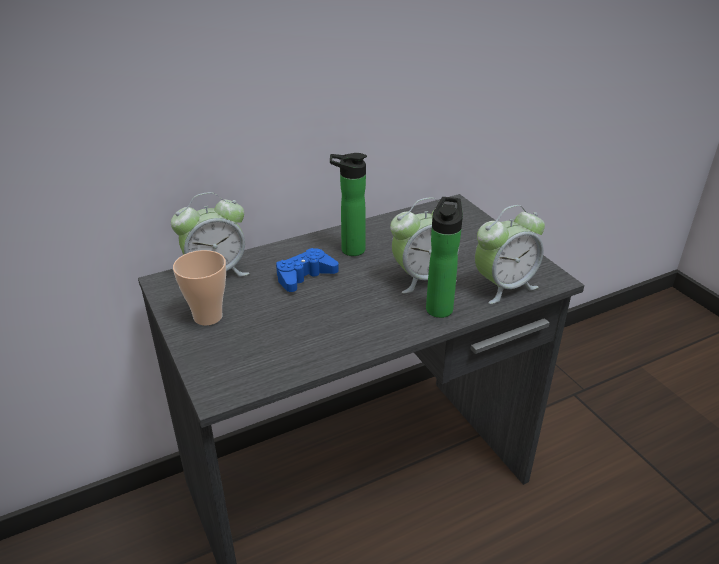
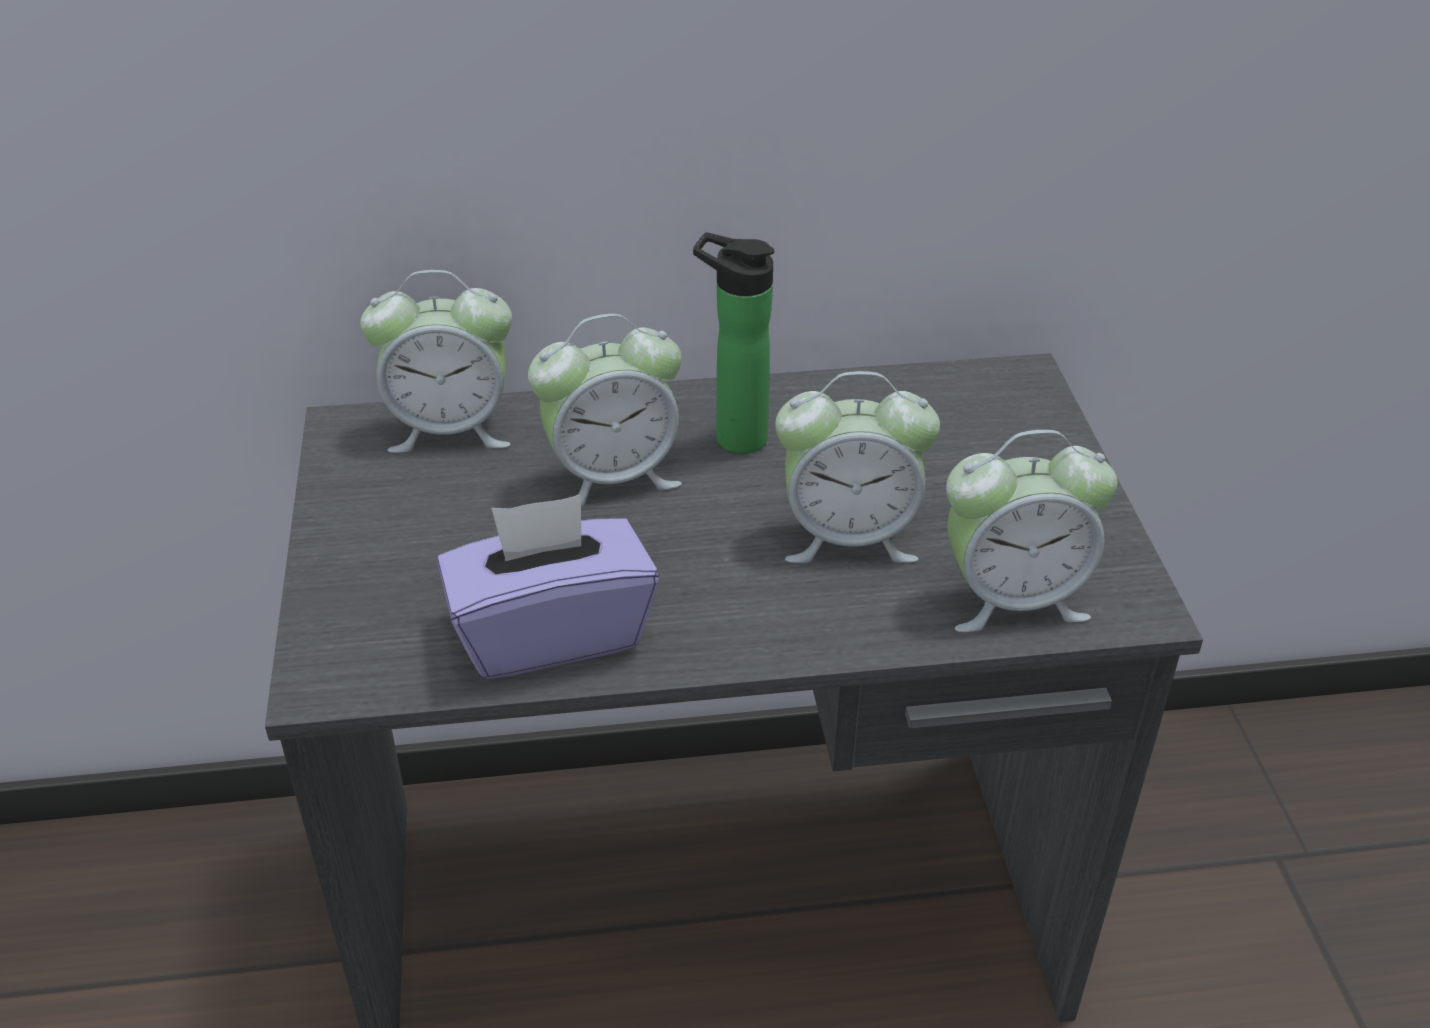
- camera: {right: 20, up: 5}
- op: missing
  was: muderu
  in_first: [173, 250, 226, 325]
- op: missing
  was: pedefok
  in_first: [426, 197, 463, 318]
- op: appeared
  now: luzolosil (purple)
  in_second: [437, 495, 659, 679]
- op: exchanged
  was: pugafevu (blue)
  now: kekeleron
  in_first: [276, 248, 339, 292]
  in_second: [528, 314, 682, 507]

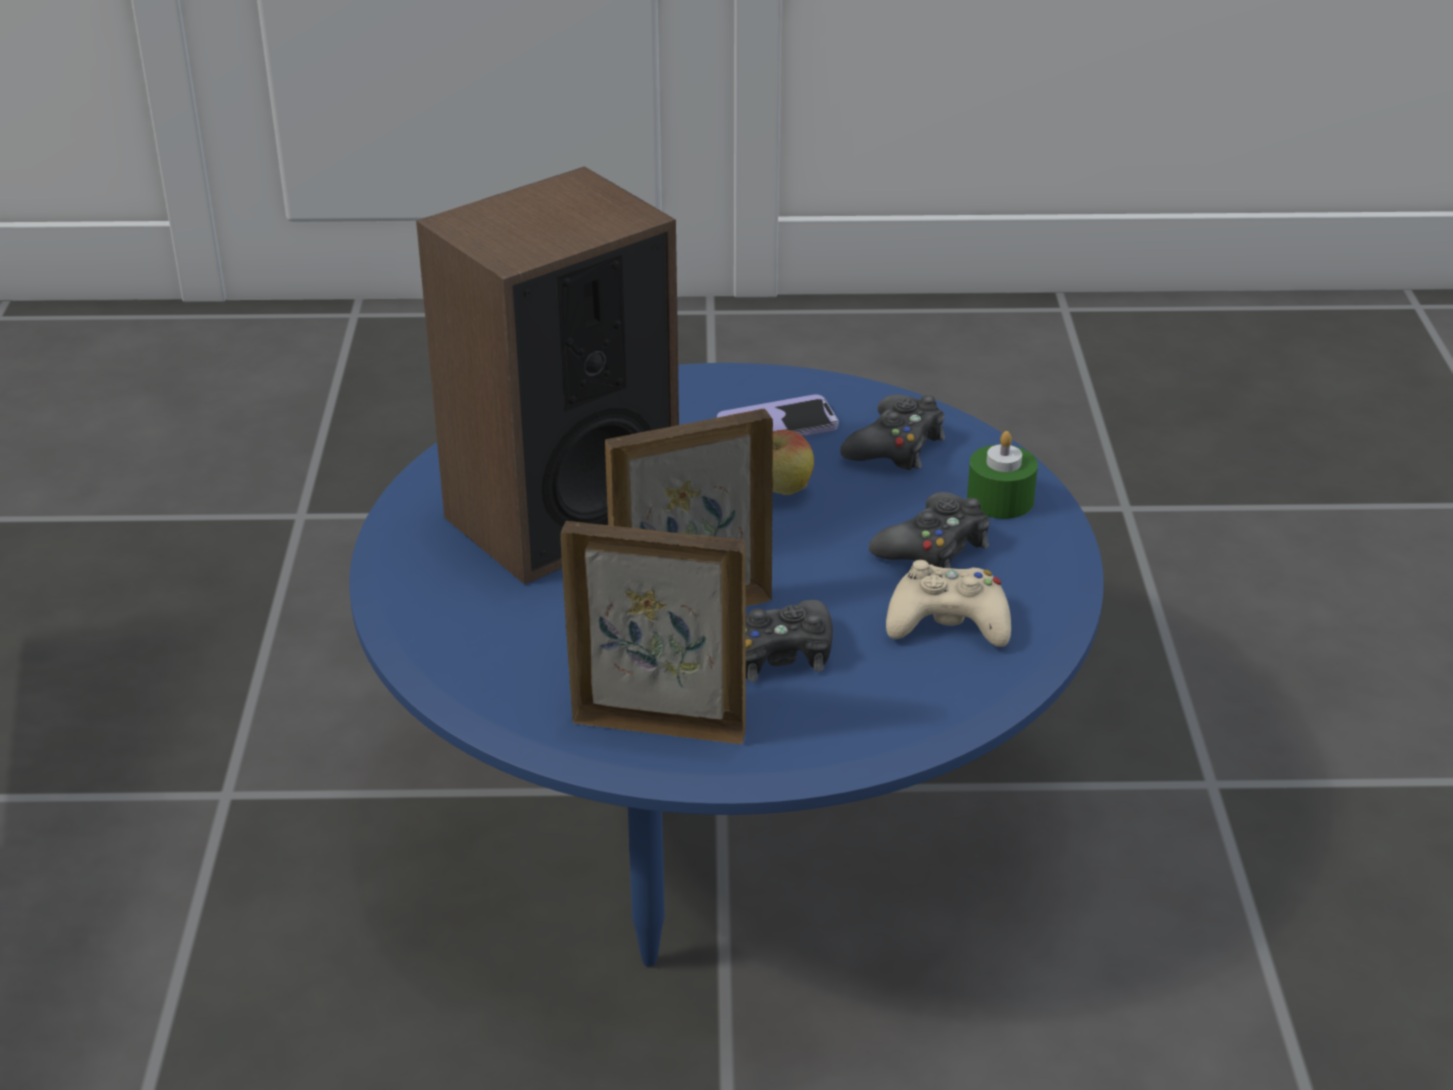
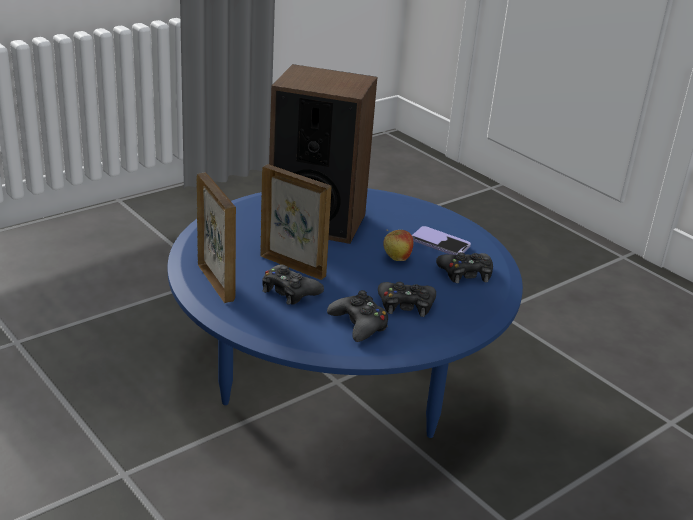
- camera: {right: 50, up: -5}
- op: missing
  was: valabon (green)
  in_first: [967, 431, 1038, 519]
- op: colour
  was: pugafevu (beige)
  now: pugafevu (black)
  in_first: [886, 560, 1011, 647]
  in_second: [327, 290, 388, 342]

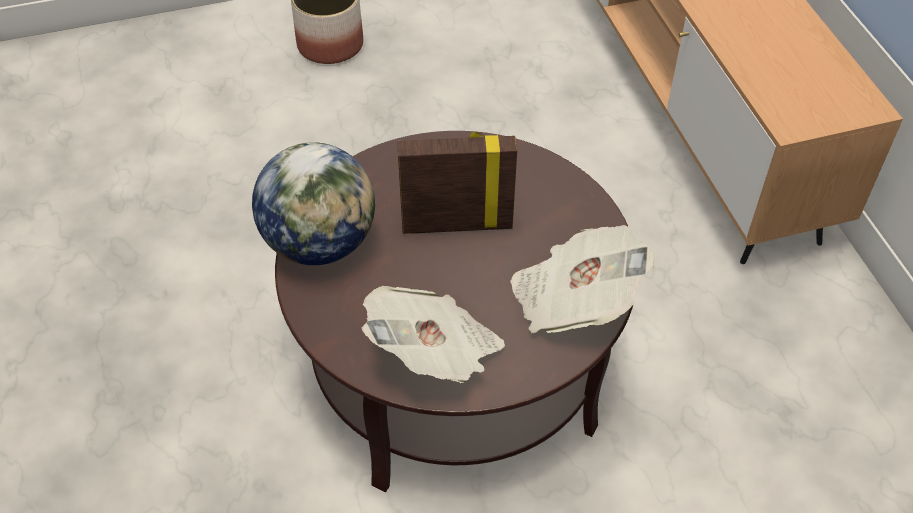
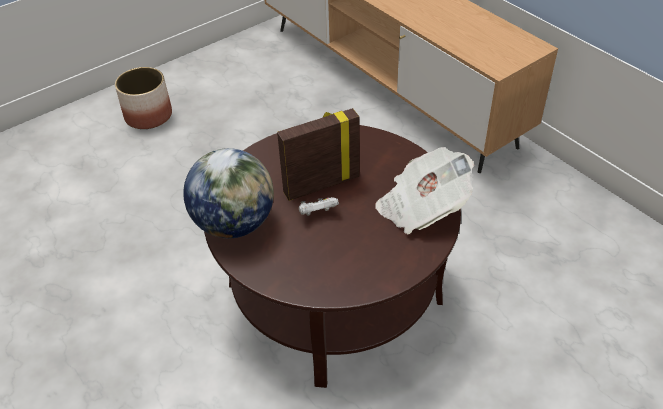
- camera: {right: -20, up: -5}
- op: missing
  was: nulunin
  in_first: [362, 286, 505, 383]
- op: appeared
  now: pugafevu (white)
  in_second: [299, 197, 339, 216]

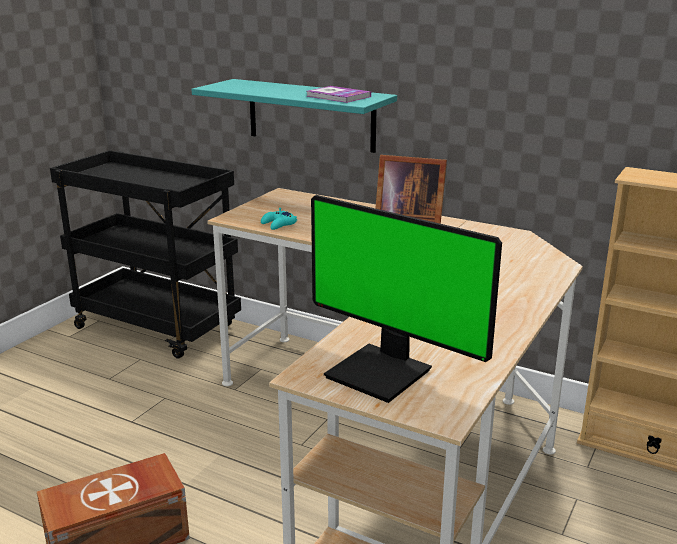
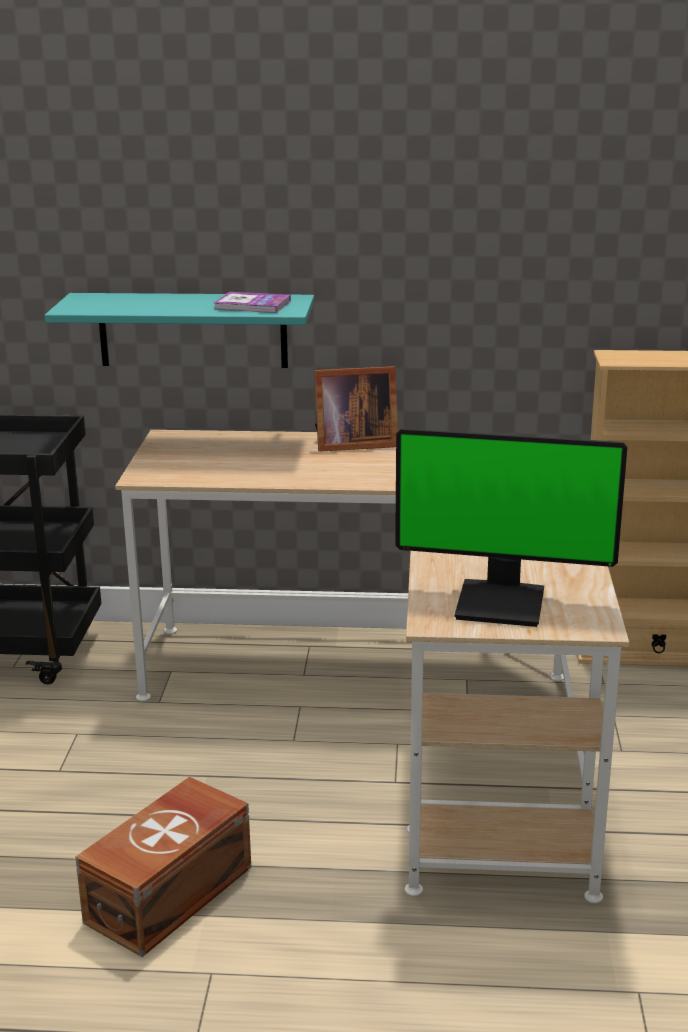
- camera: {right: -25, up: 0}
- op: missing
  was: pugafevu (turquoise)
  in_first: [261, 208, 297, 230]

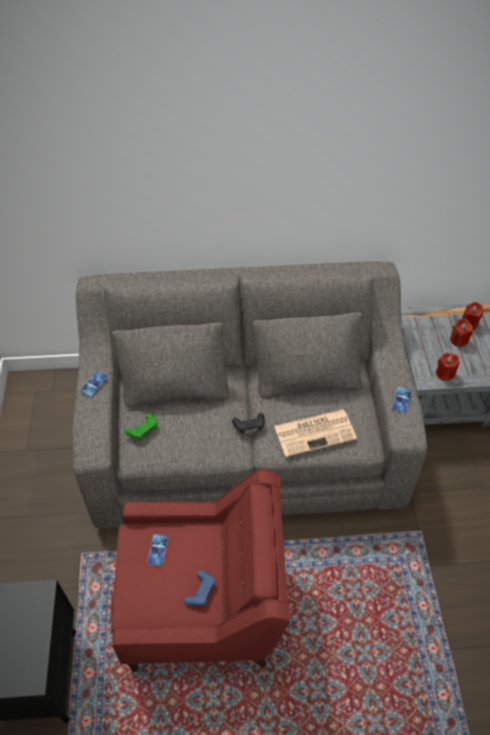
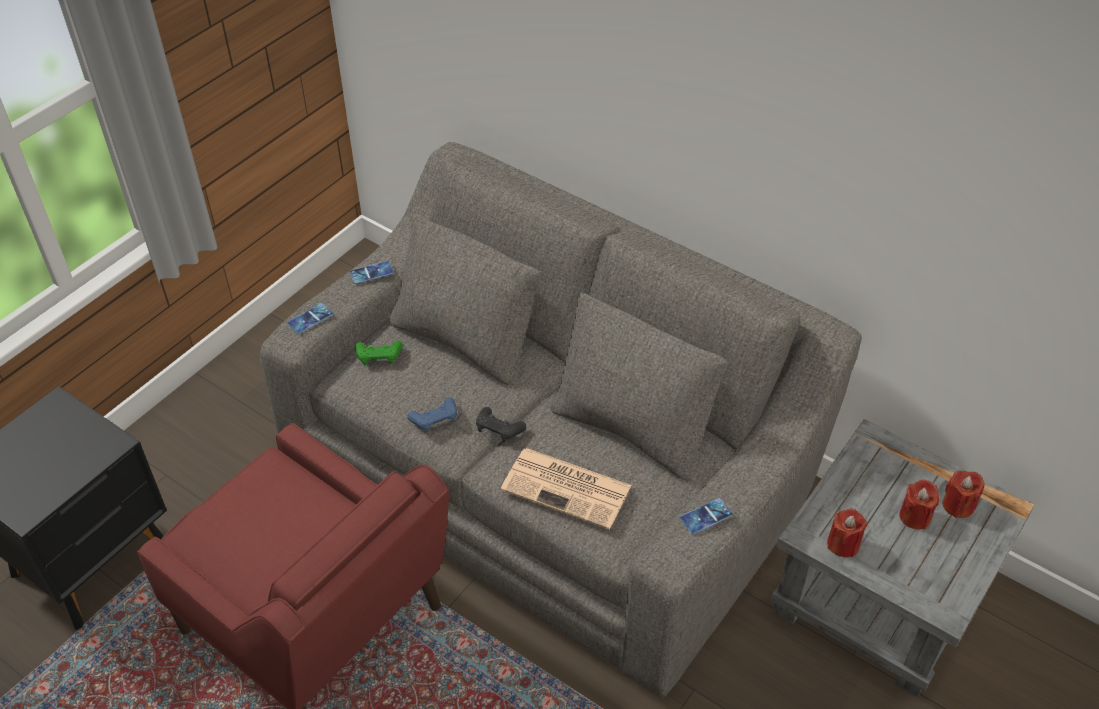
- camera: {right: 40, up: -5}
- op: relocated
  was: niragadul
  in_first: [147, 534, 168, 566]
  in_second: [287, 303, 333, 334]
- op: relocated
  was: pugafevu (blue)
  in_first: [184, 570, 216, 606]
  in_second: [407, 397, 457, 432]

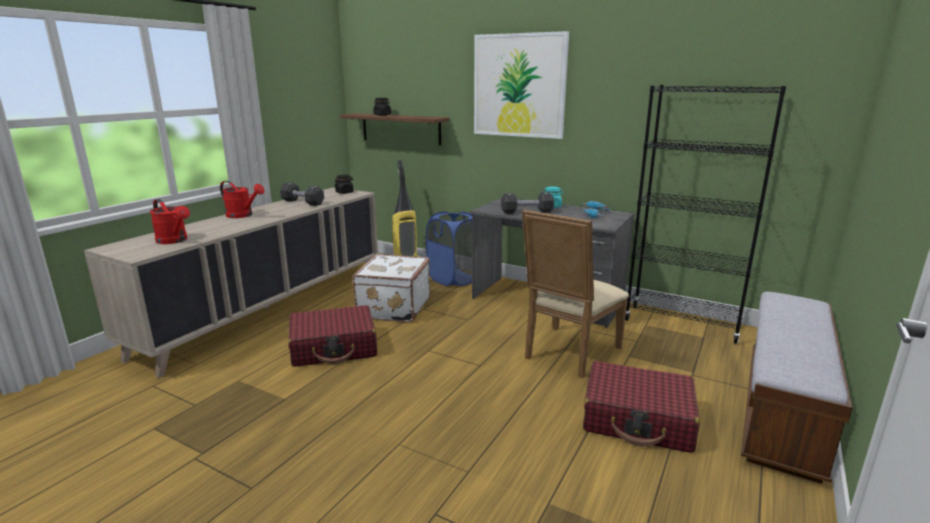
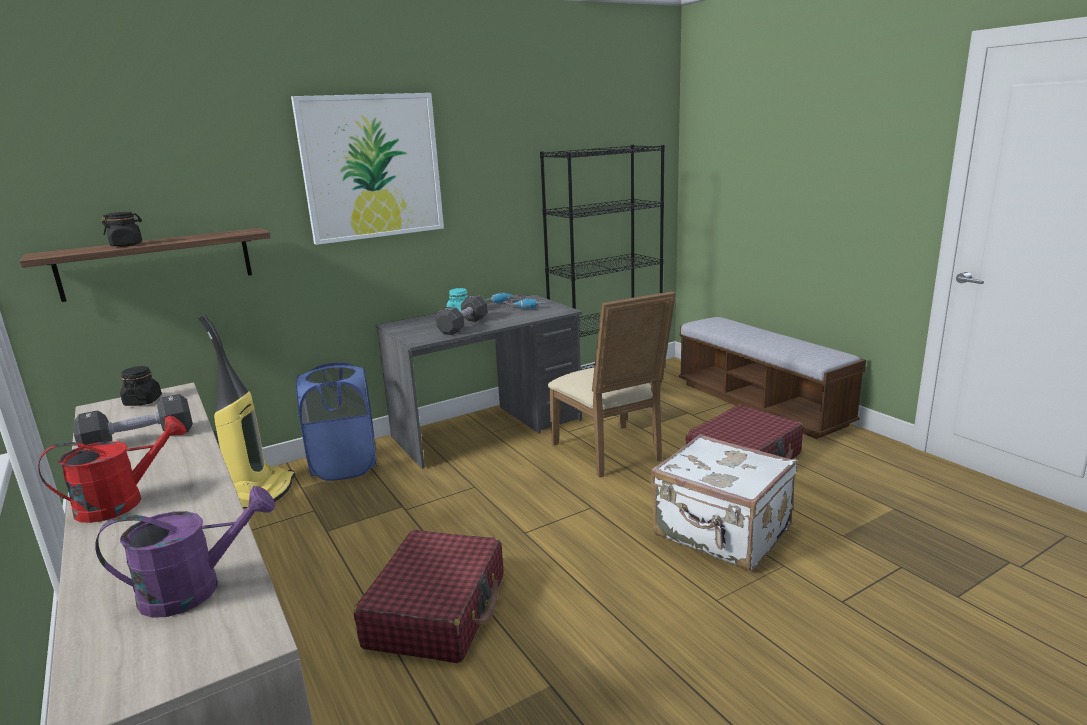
- camera: {right: -60, up: 0}
- op: relocated
  was: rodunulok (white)
  in_first: [352, 254, 430, 323]
  in_second: [651, 434, 797, 571]
- op: colour
  was: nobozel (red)
  now: nobozel (purple)
  in_first: [150, 199, 190, 244]
  in_second: [95, 486, 275, 618]

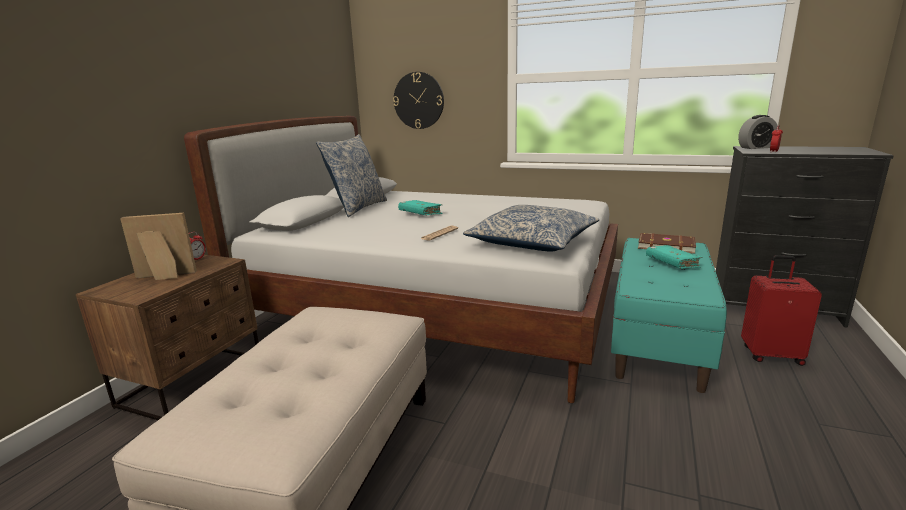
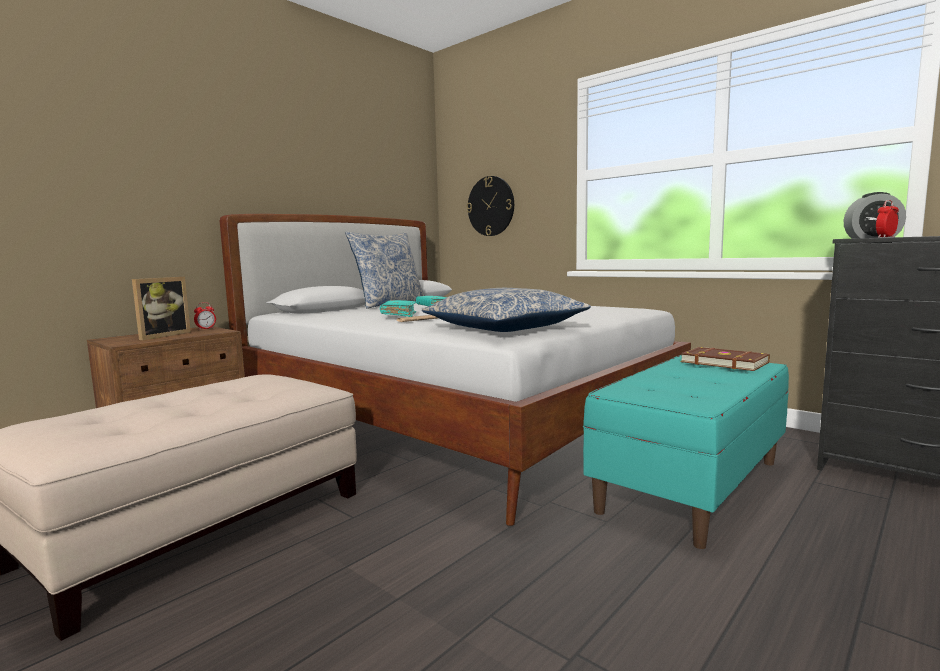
- camera: {right: 20, up: -10}
- op: missing
  was: rodunulok (red)
  in_first: [741, 255, 822, 366]
- op: relocated
  was: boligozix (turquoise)
  in_first: [646, 245, 703, 269]
  in_second: [380, 300, 416, 317]
- op: spun
  was: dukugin
  in_first: [120, 213, 197, 280]
  in_second: [132, 277, 191, 340]
  clockwise: 105

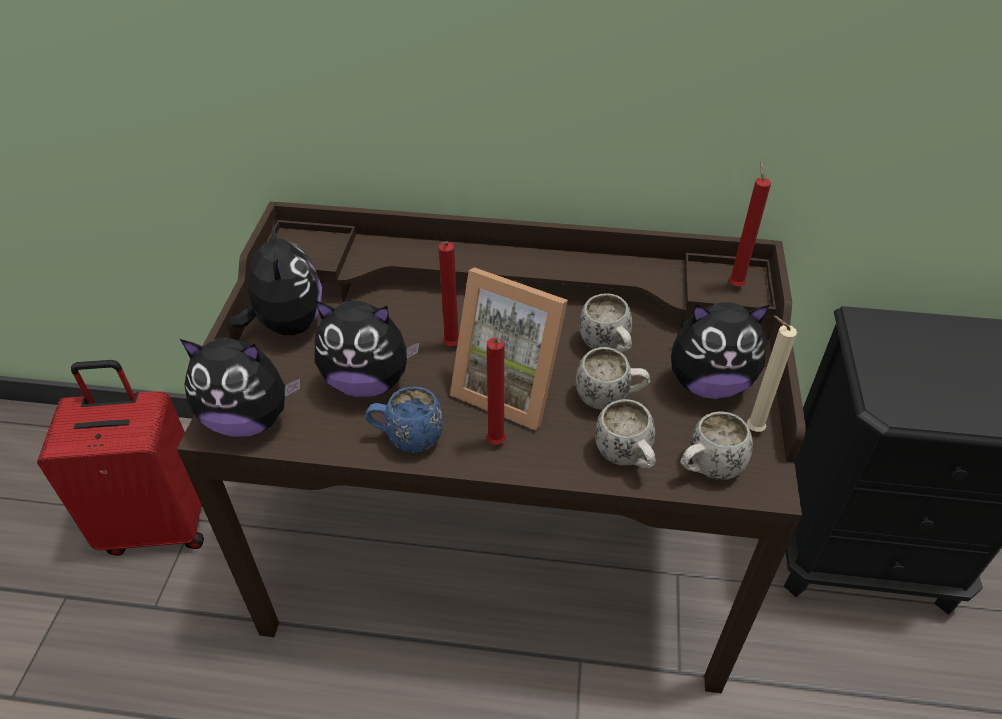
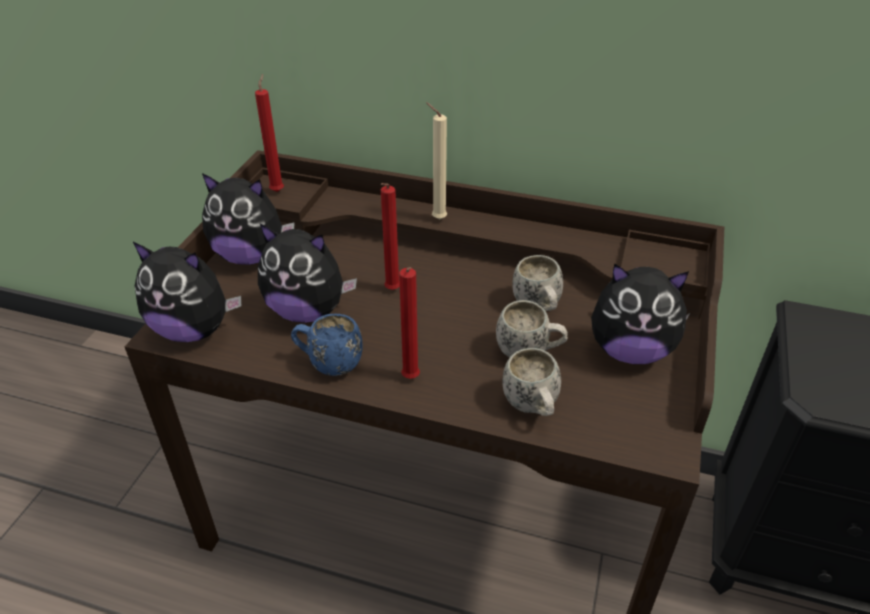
- camera: {right: 10, up: -5}
- op: missing
  was: rodunulok (red)
  in_first: [37, 360, 204, 556]
- op: missing
  was: dukugin
  in_first: [450, 267, 568, 430]
- op: missing
  was: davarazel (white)
  in_first: [681, 412, 753, 480]
- op: relocated
  was: valabon (red)
  in_first: [729, 160, 771, 287]
  in_second: [255, 74, 284, 192]
- op: relocated
  was: valabon (beige)
  in_first: [747, 316, 797, 432]
  in_second: [426, 103, 447, 220]
- op: spun
  was: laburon
  in_first: [229, 220, 322, 335]
  in_second: [202, 173, 295, 265]
  clockwise: 105

